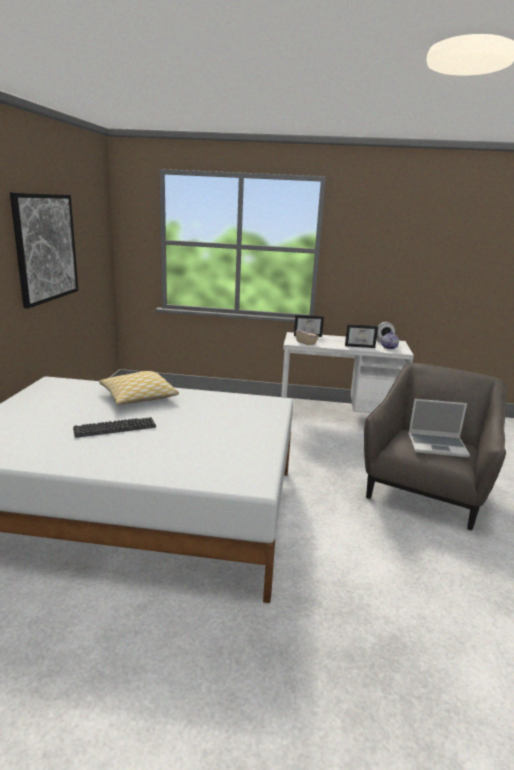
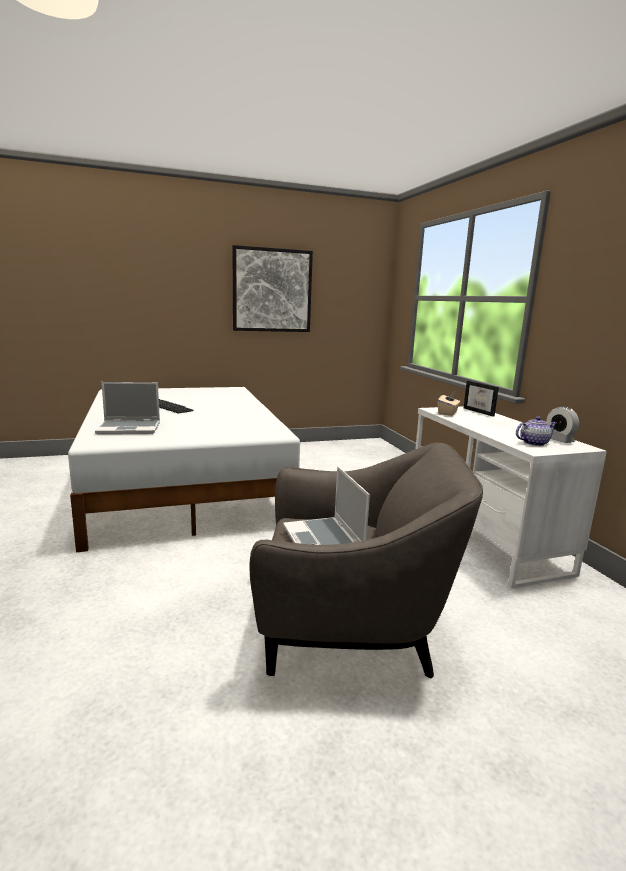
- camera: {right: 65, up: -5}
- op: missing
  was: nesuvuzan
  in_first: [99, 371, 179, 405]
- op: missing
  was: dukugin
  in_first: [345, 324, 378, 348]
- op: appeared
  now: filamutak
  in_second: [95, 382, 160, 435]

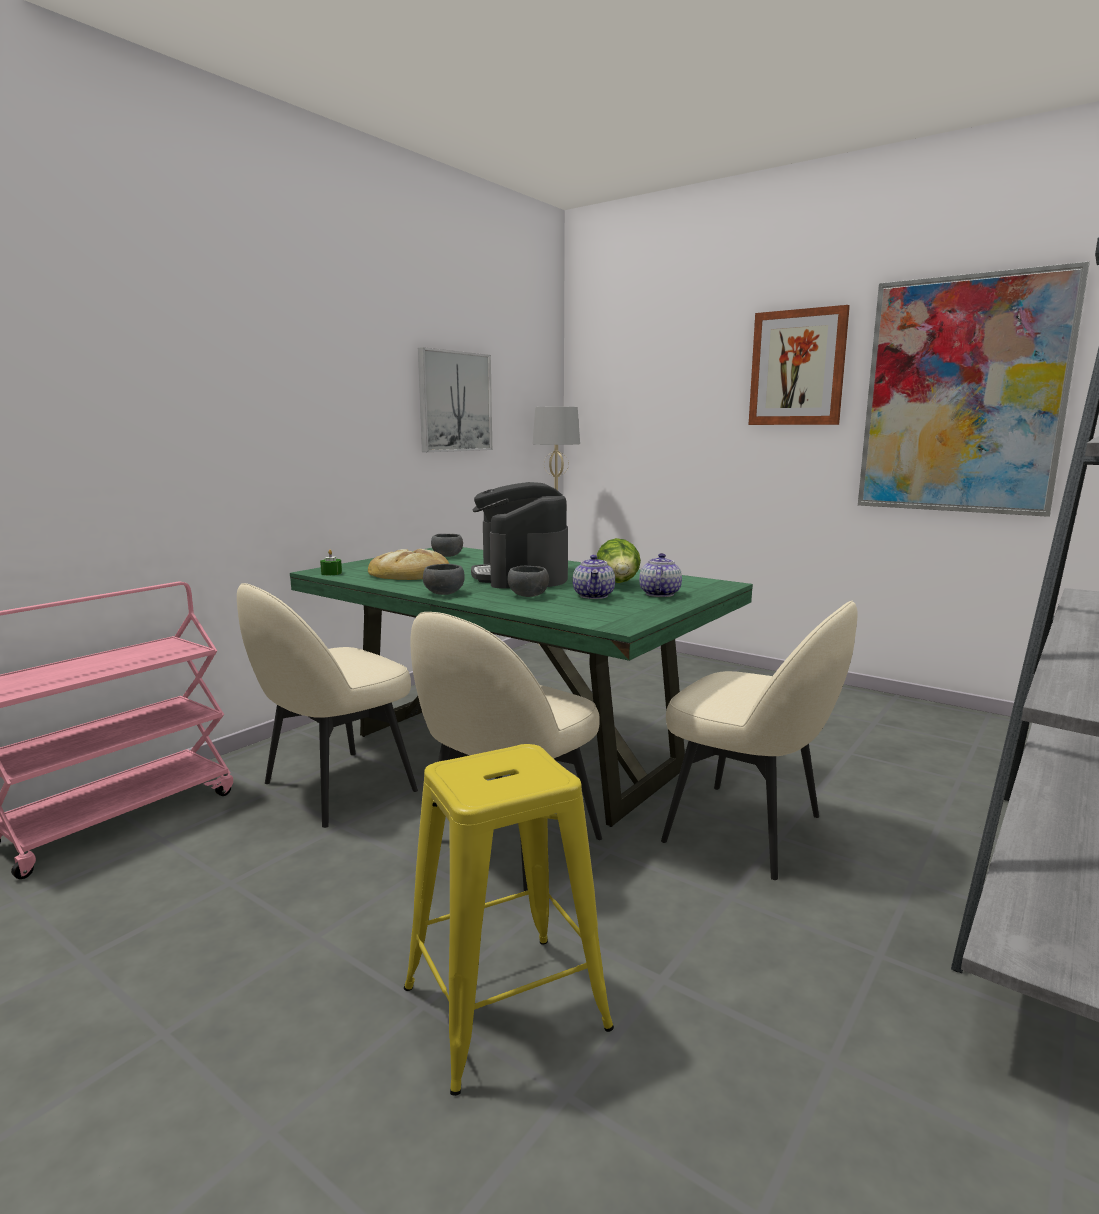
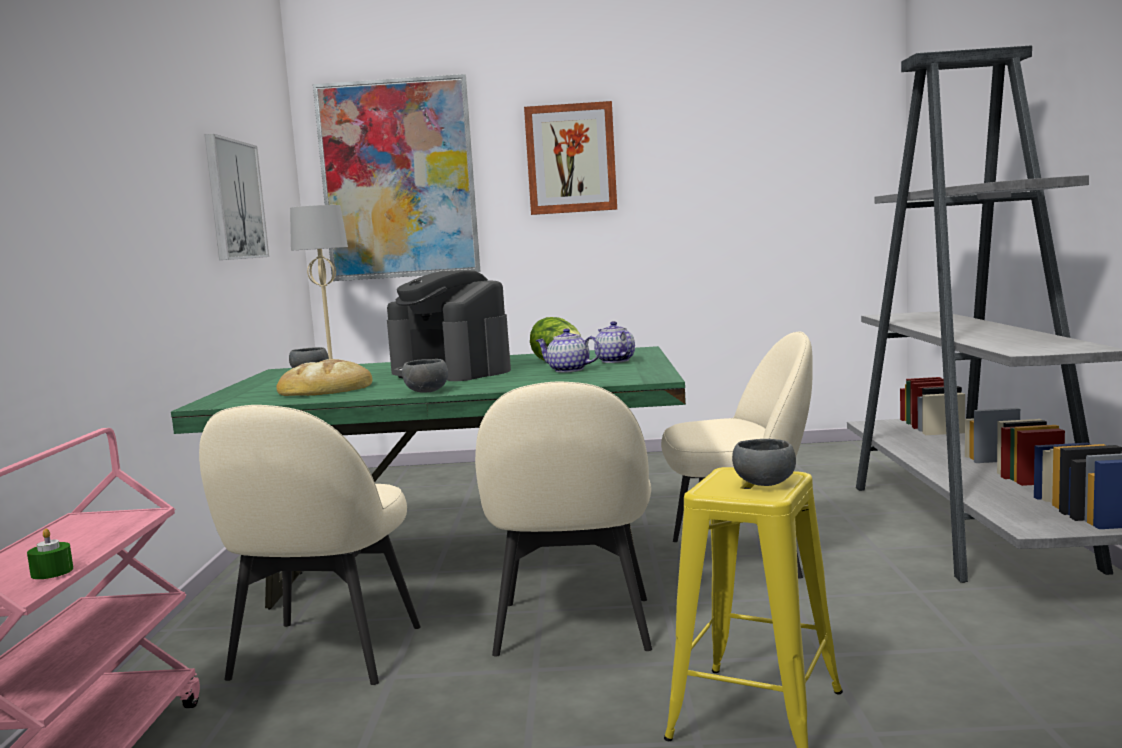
- camera: {right: -35, up: -5}
- op: relocated
  was: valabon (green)
  in_first: [320, 550, 342, 575]
  in_second: [27, 529, 73, 579]
- op: relocated
  was: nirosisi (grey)
  in_first: [508, 566, 549, 597]
  in_second: [732, 439, 796, 486]
- op: relocated
  was: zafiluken
  in_first: [858, 262, 1090, 517]
  in_second: [313, 74, 481, 281]
- op: spun
  was: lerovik
  in_first: [573, 555, 615, 599]
  in_second: [536, 328, 601, 373]
  clockwise: 150

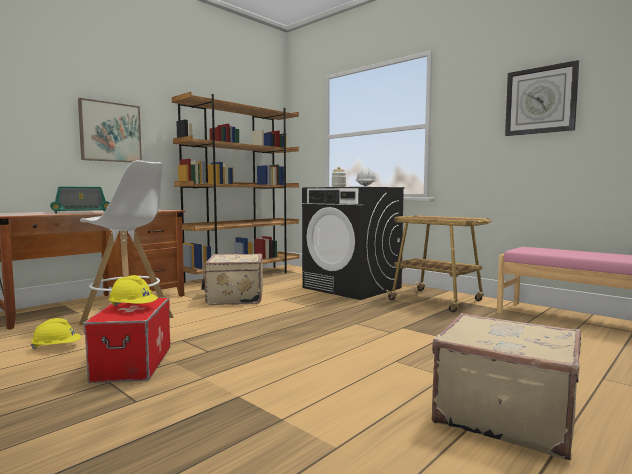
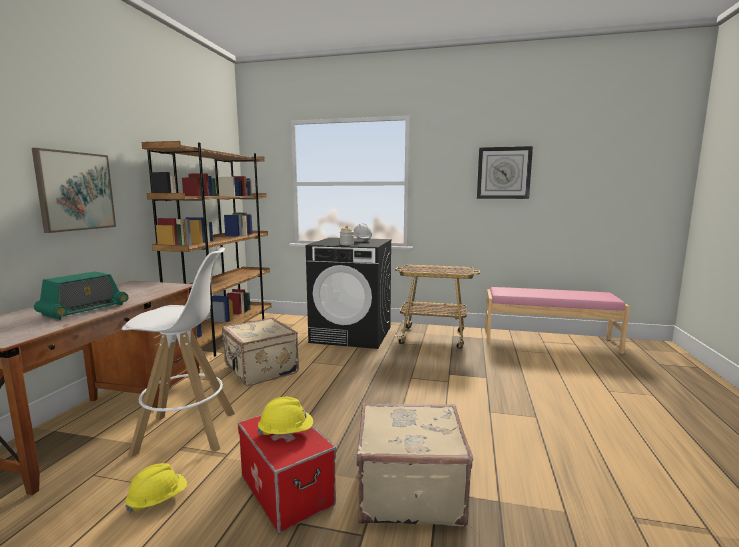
- camera: {right: -30, up: 5}
- op: relocated
  was: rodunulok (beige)
  in_first: [432, 313, 581, 460]
  in_second: [356, 403, 473, 526]

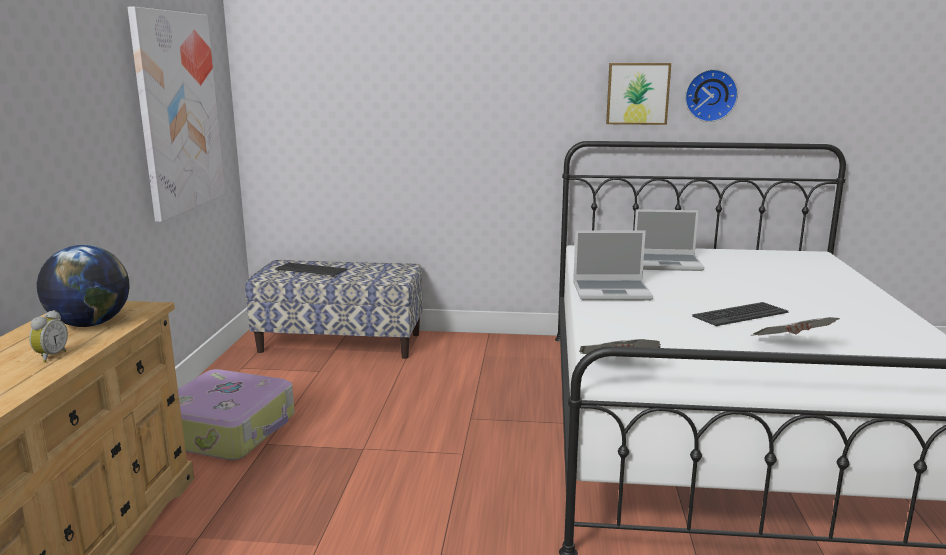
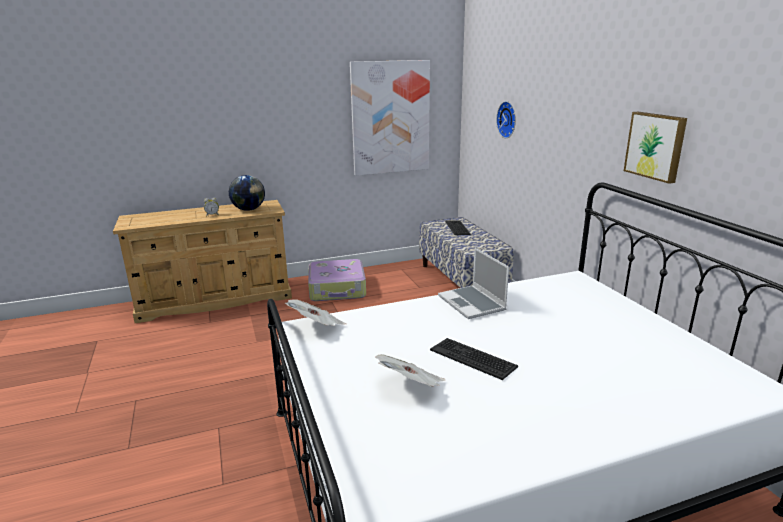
- camera: {right: 65, up: 5}
- op: missing
  was: filamutak
  in_first: [634, 209, 704, 271]
- op: relocated
  was: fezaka
  in_first: [685, 69, 738, 122]
  in_second: [496, 101, 516, 138]

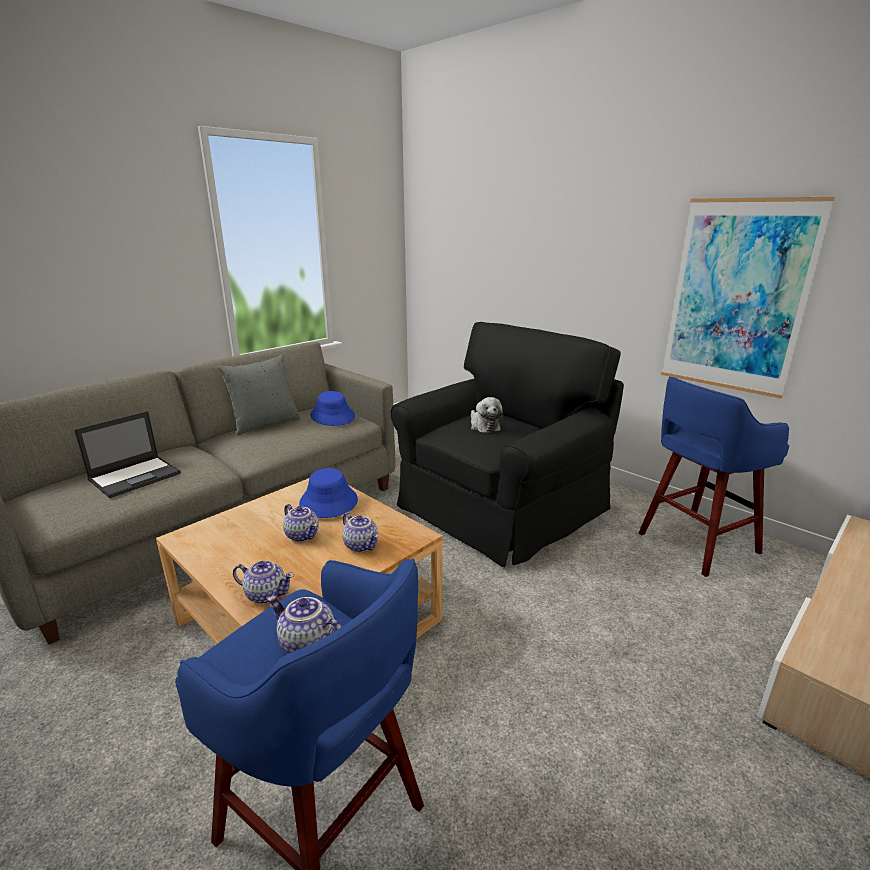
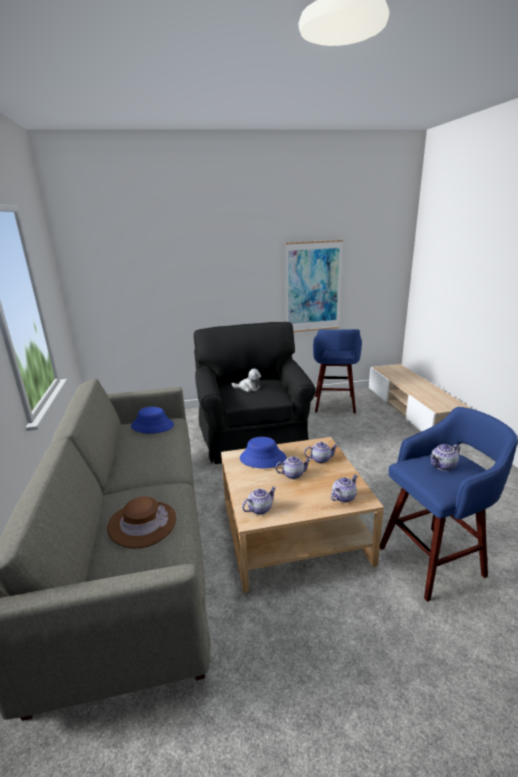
- camera: {right: -55, up: 0}
- op: missing
  was: nesuvuzan (grey)
  in_first: [217, 355, 301, 436]
- op: appeared
  now: lerovik
  in_second: [242, 486, 276, 515]
- op: exchanged
  was: filamutak
  now: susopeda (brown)
  in_first: [74, 411, 181, 498]
  in_second: [107, 497, 176, 549]

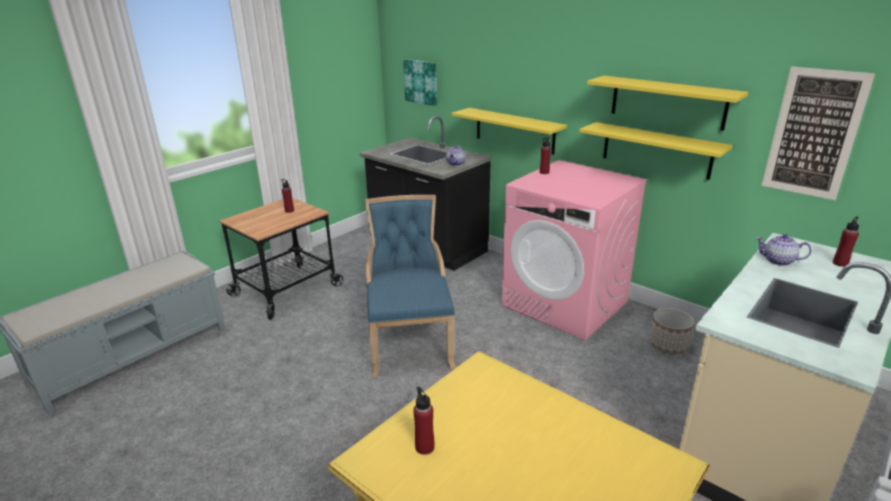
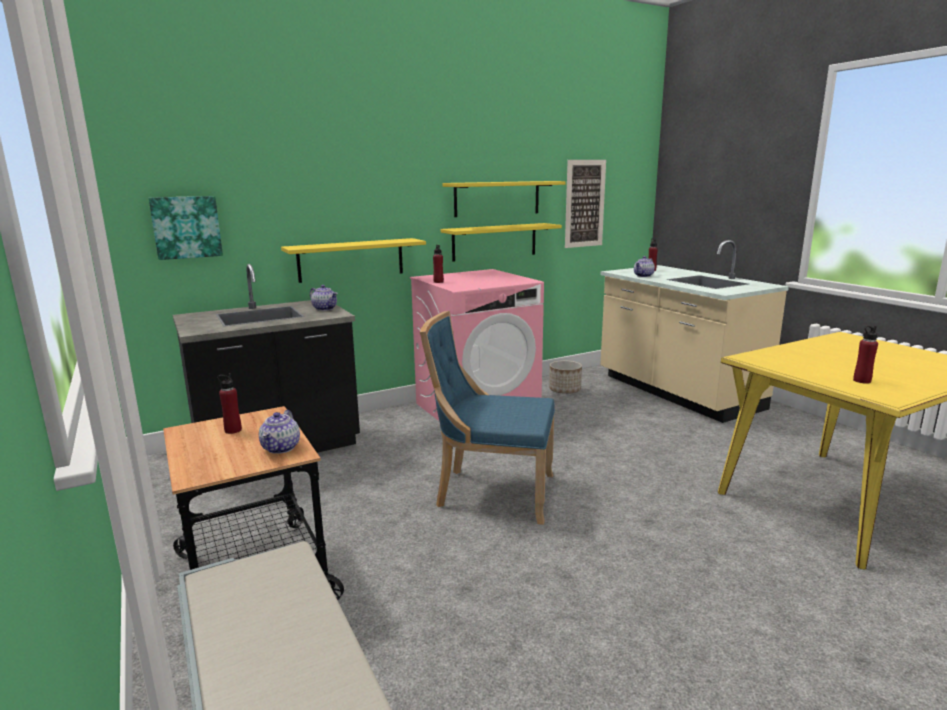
- camera: {right: -70, up: -10}
- op: appeared
  now: lerovik
  in_second: [259, 410, 300, 454]

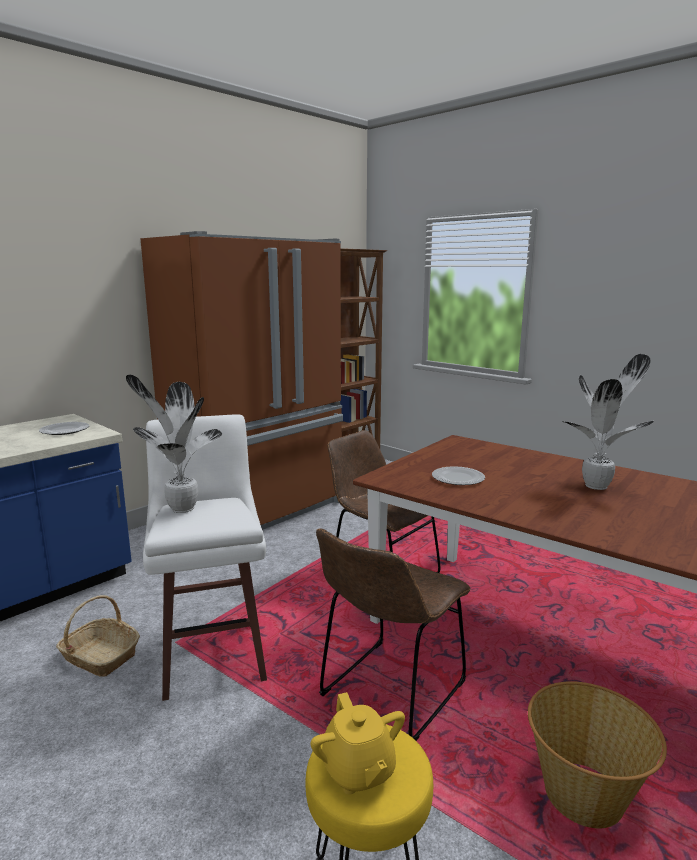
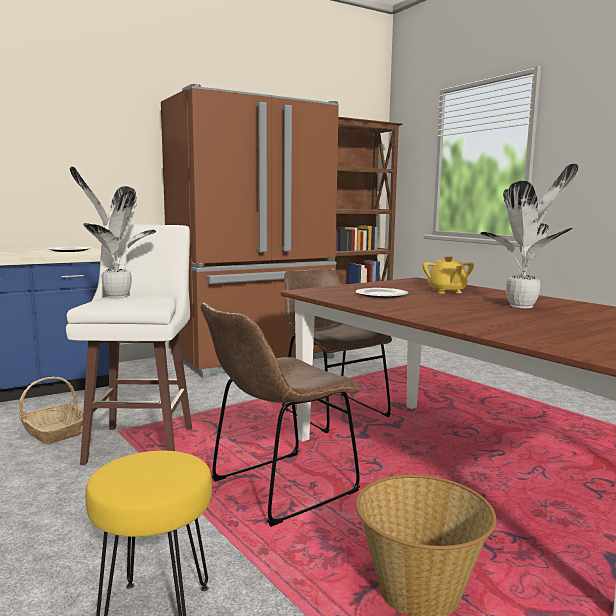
- camera: {right: 15, up: -5}
- op: relocated
  was: lerovik (yellow)
  in_first: [310, 692, 405, 795]
  in_second: [423, 256, 474, 293]

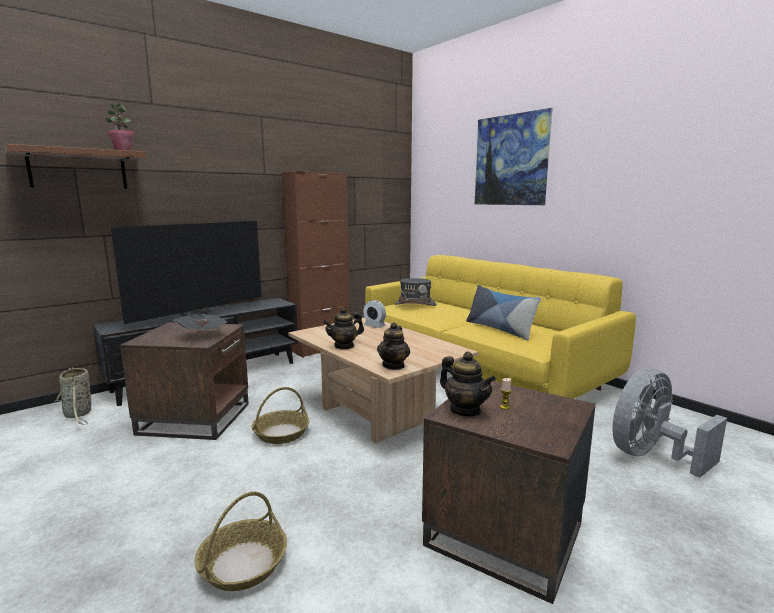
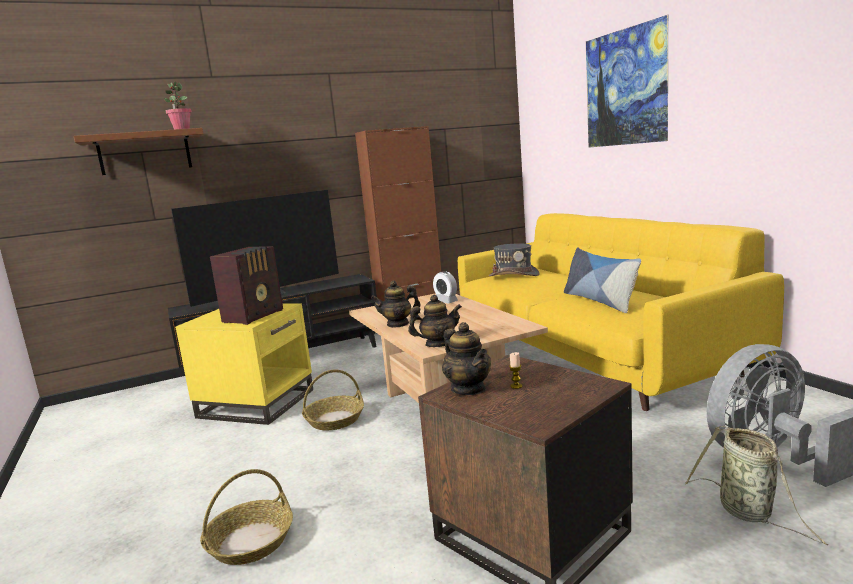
- camera: {right: 15, up: 0}
- op: relocated
  was: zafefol
  in_first: [54, 367, 91, 425]
  in_second: [685, 426, 828, 545]
- op: exchanged
  was: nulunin
  now: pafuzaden
  in_first: [172, 314, 228, 330]
  in_second: [210, 246, 283, 325]
- op: colour
  was: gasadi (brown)
  now: gasadi (yellow)
  in_first: [120, 322, 249, 440]
  in_second: [175, 303, 313, 425]
- op: spun
  was: lerovik
  in_first: [377, 322, 410, 370]
  in_second: [408, 295, 462, 347]
  clockwise: -135

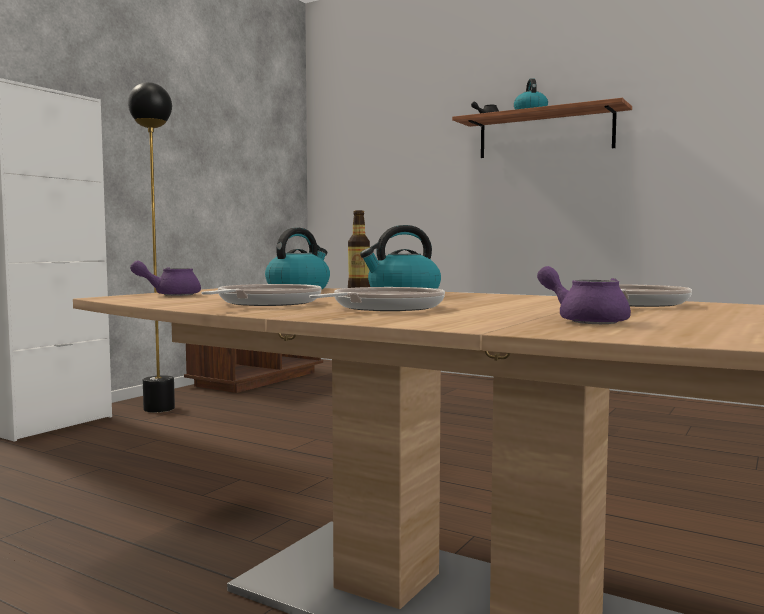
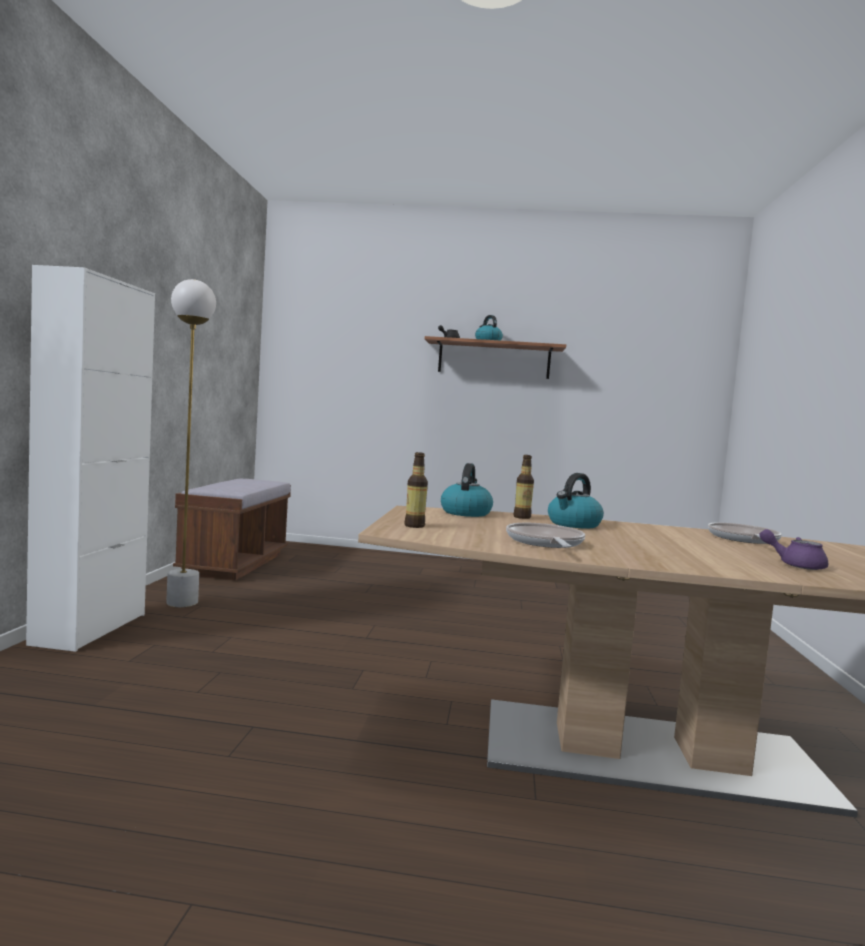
- camera: {right: -25, up: 0}
- op: missing
  was: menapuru
  in_first: [309, 287, 445, 311]
- op: exchanged
  was: lerovik (purple)
  now: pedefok
  in_first: [130, 260, 201, 296]
  in_second: [405, 452, 428, 528]
- op: colour
  was: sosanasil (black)
  now: sosanasil (white)
  in_first: [128, 82, 175, 413]
  in_second: [166, 279, 216, 607]

